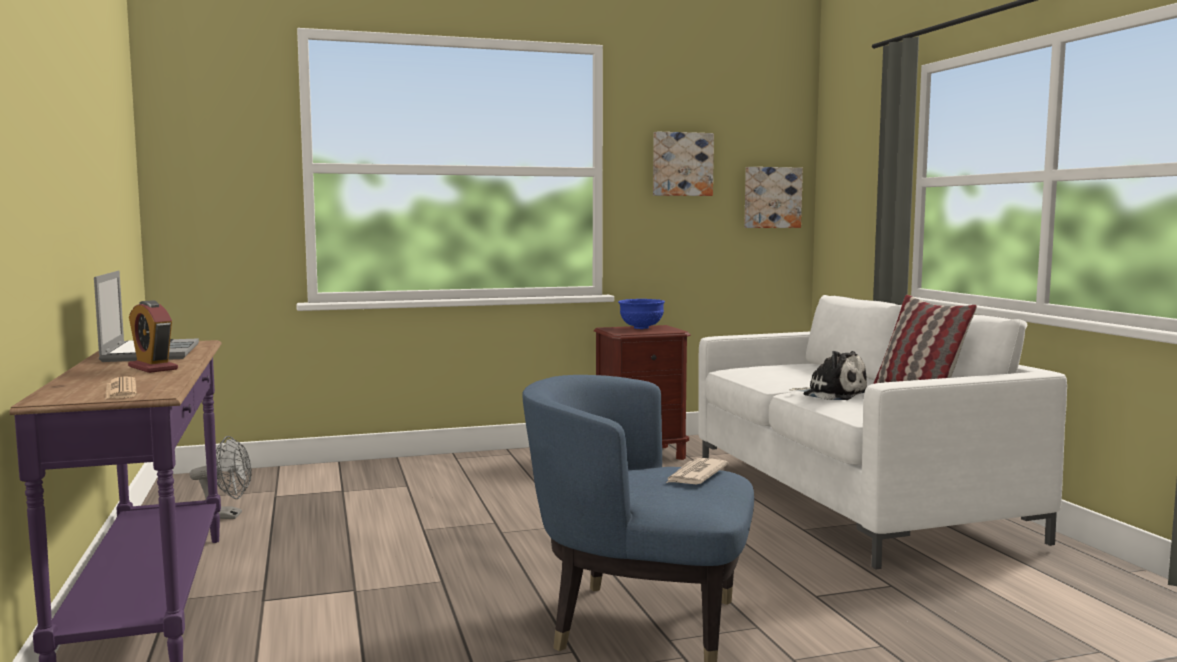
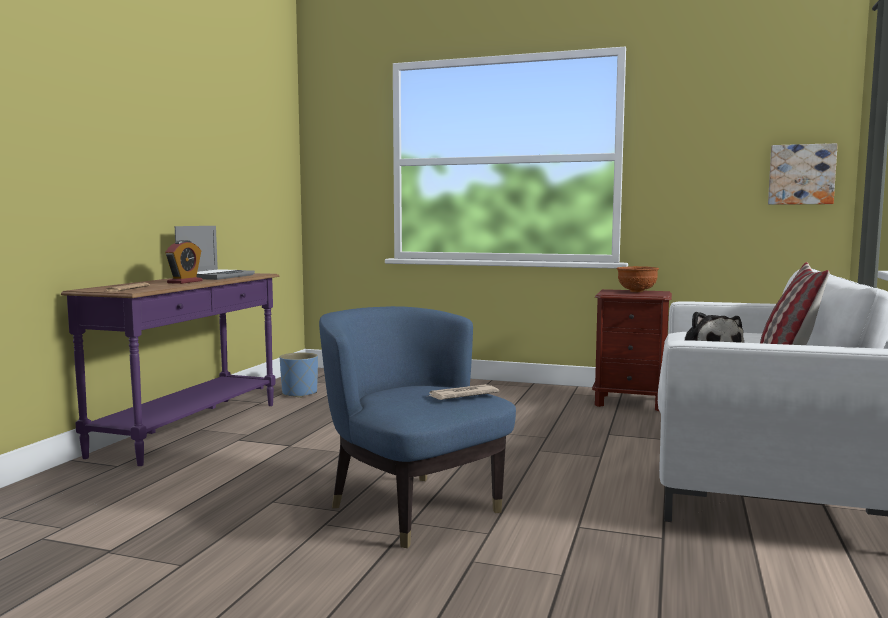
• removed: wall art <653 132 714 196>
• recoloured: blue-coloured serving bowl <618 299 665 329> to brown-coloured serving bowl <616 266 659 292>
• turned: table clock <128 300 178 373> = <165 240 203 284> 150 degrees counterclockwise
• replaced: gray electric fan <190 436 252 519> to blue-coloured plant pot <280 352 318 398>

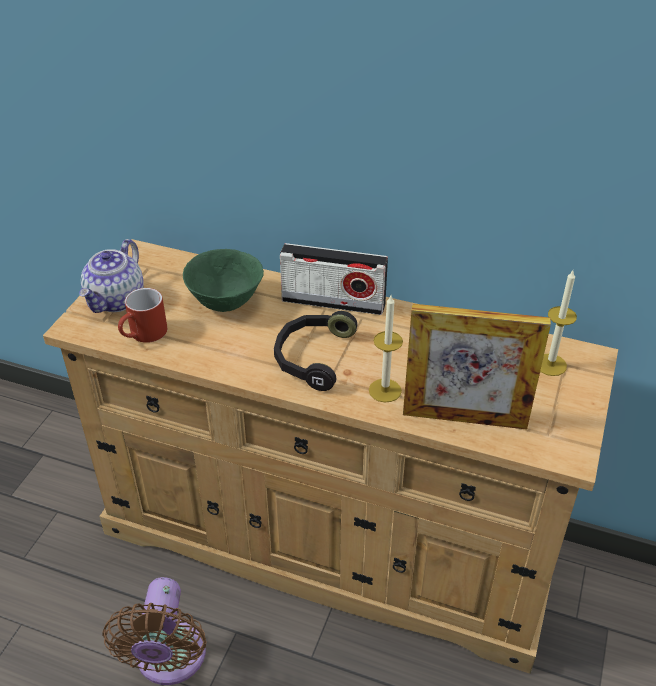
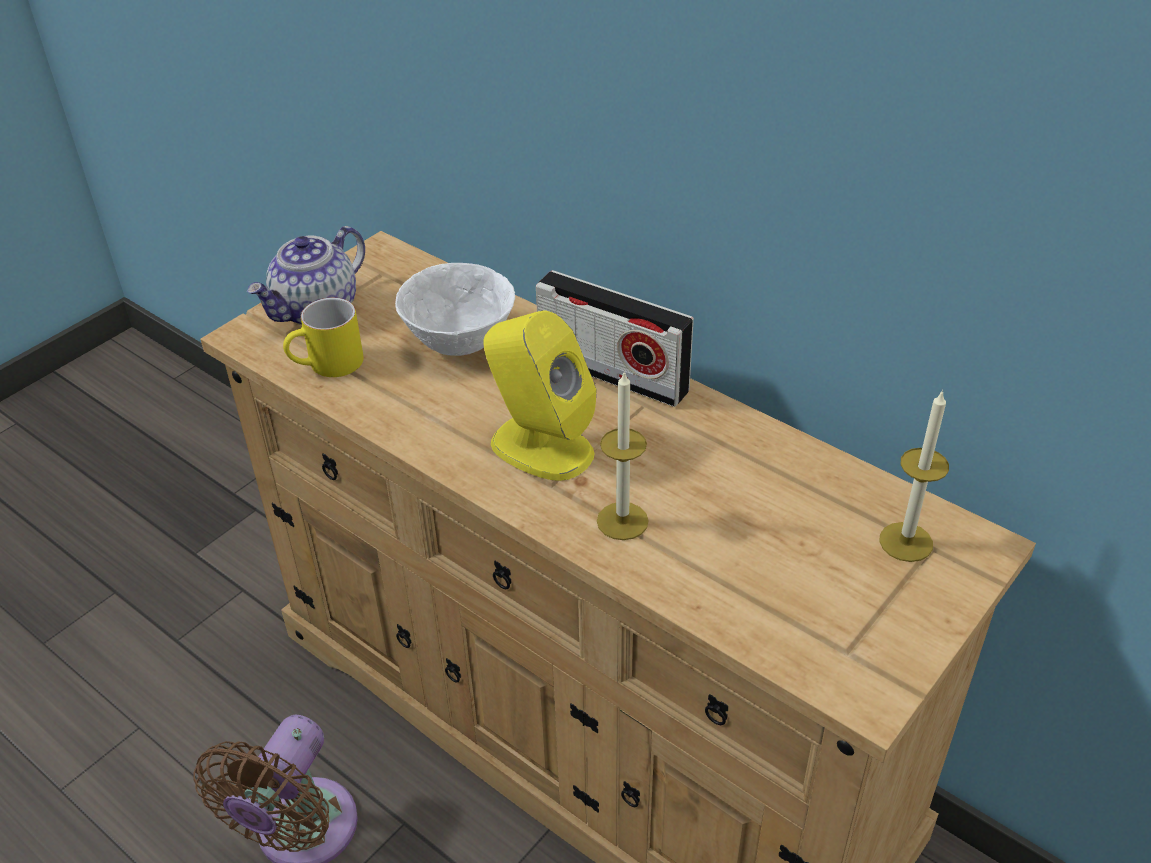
• recoloured: green-coloured serving bowl <183 249 264 312> to white-coloured serving bowl <395 263 515 356>
• recoloured: red-coloured tea mug <118 288 167 343> to yellow-coloured tea mug <283 298 364 377>
• removed: photo frame <403 304 551 430>
• replaced: blackish headset <274 311 358 391> to yellow-coloured audio speaker <484 311 597 481>

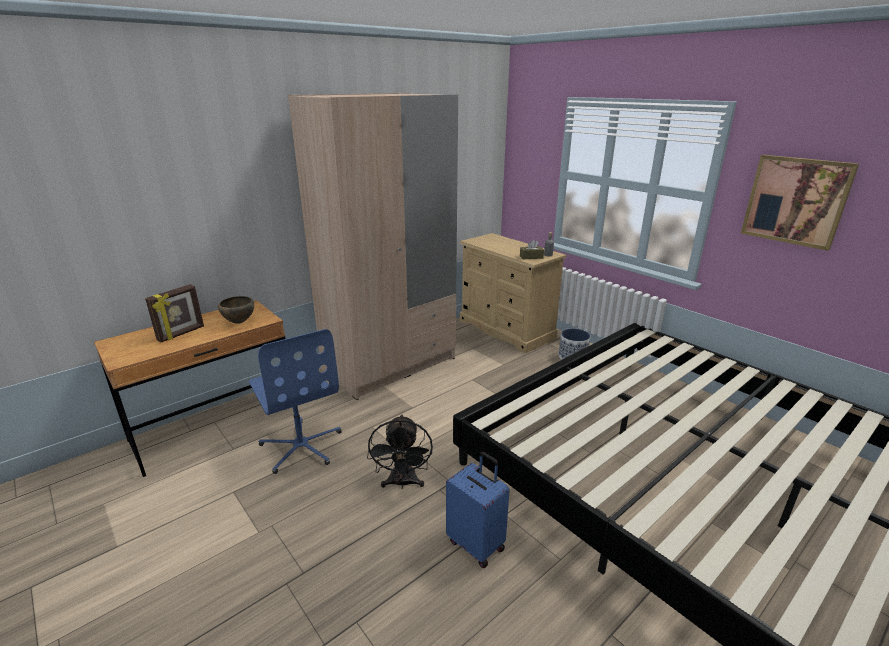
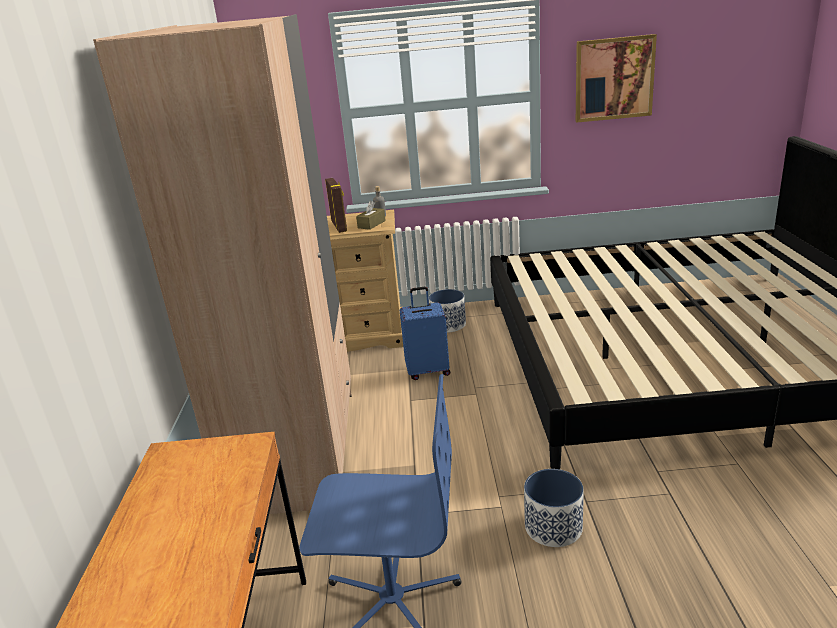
• moved: photo frame <145 284 204 343> to <325 178 347 233>
• removed: brown-coloured serving bowl <218 296 254 324>
• replaced: blackish electric fan <367 414 433 489> to plant pot <524 469 584 547>
• moved: blue-coloured travel case <446 452 510 568> to <400 287 450 380>

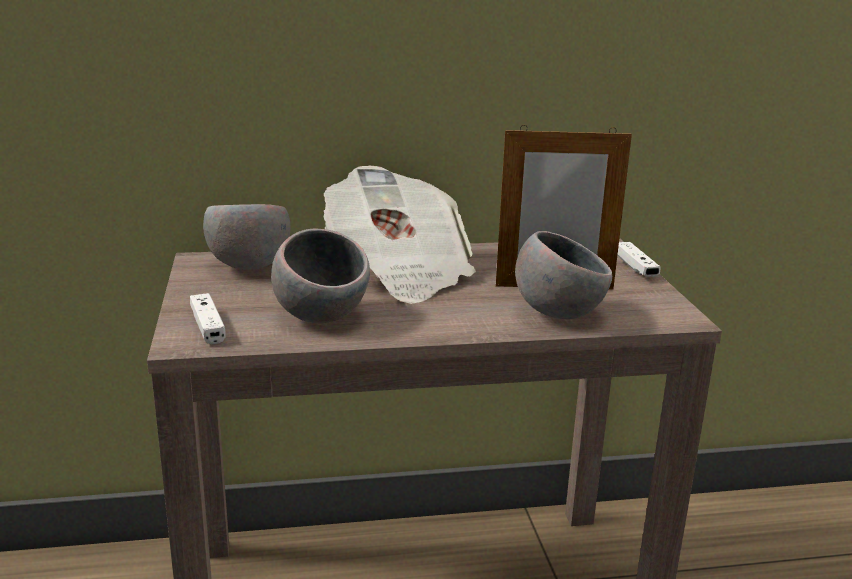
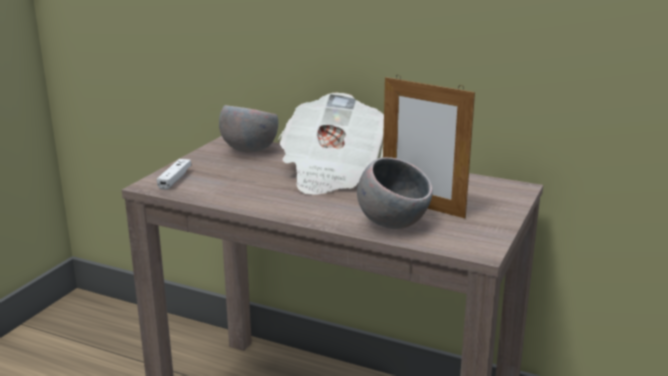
• removed: gray serving bowl <271 229 370 323>
• removed: white-coloured gamepad <617 242 661 277>

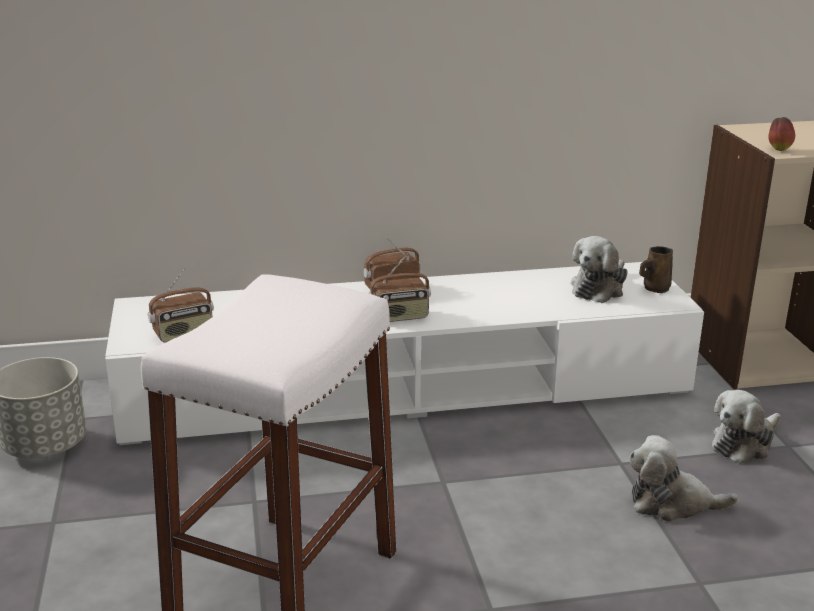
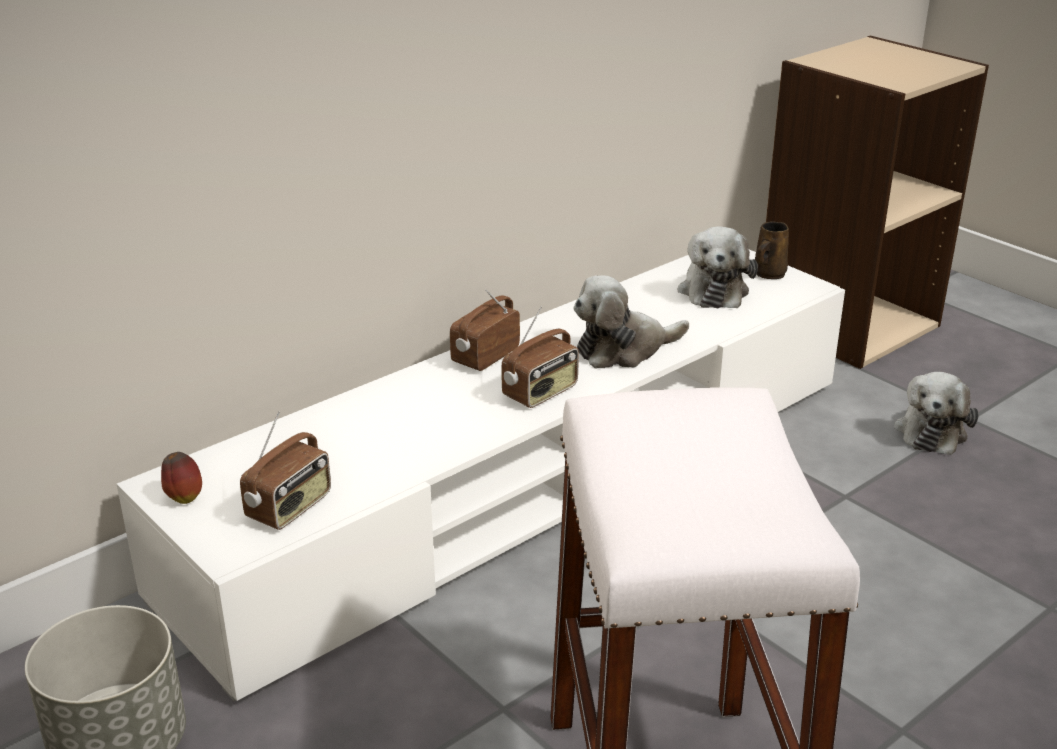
• moved: apple <768 117 795 151> to <161 452 202 504>
• moved: plush toy <629 435 739 522> to <573 275 689 369>

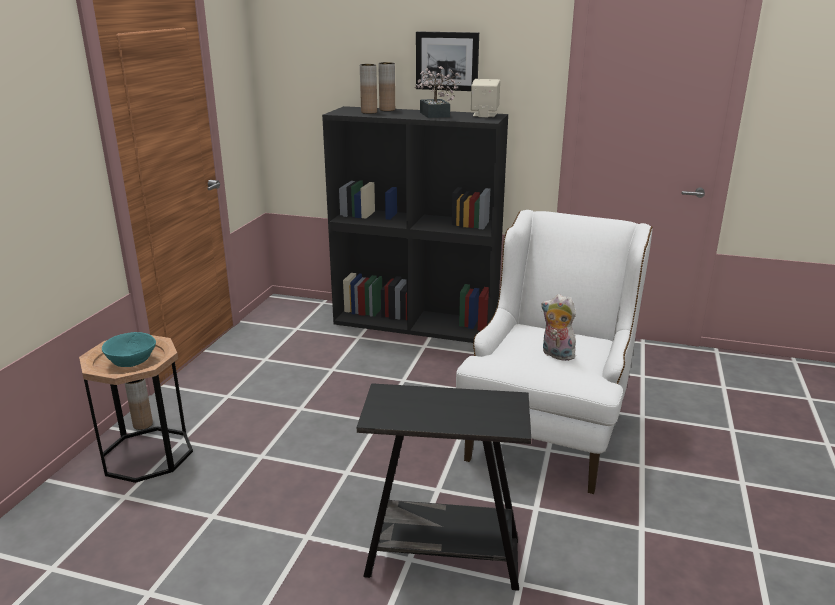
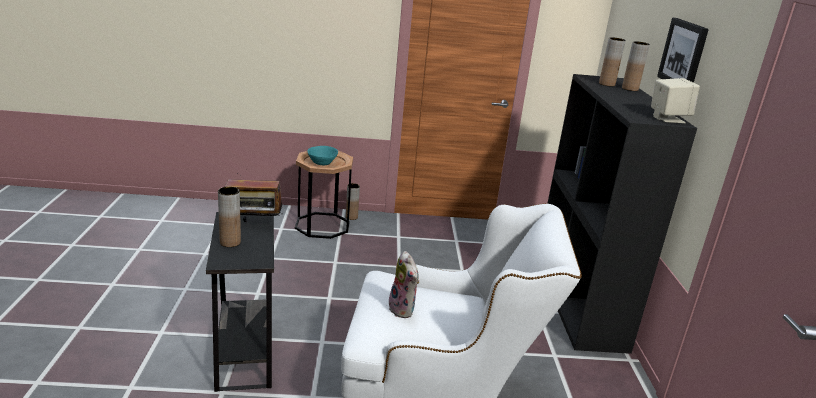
• removed: houseplant <415 66 461 118>
• turned: plush toy <541 294 576 361> = <389 251 419 318> 135 degrees clockwise
• added: radio <225 173 283 222>
• added: brown-coloured vase <218 187 241 247>

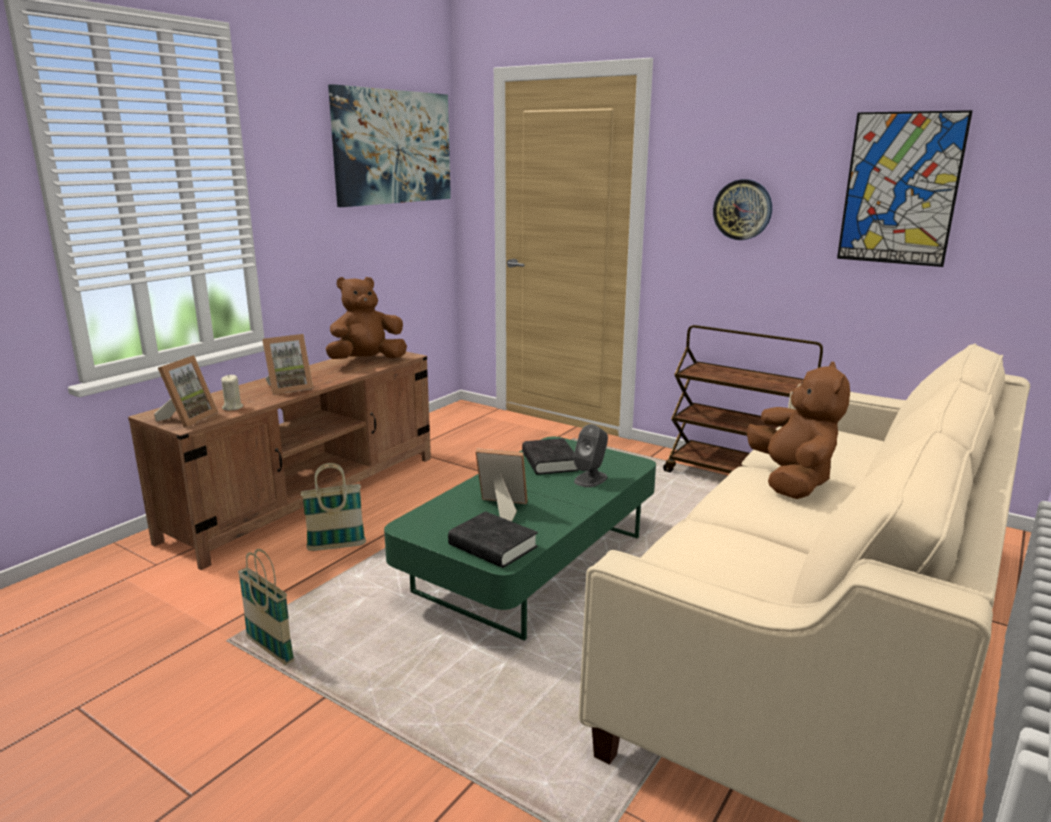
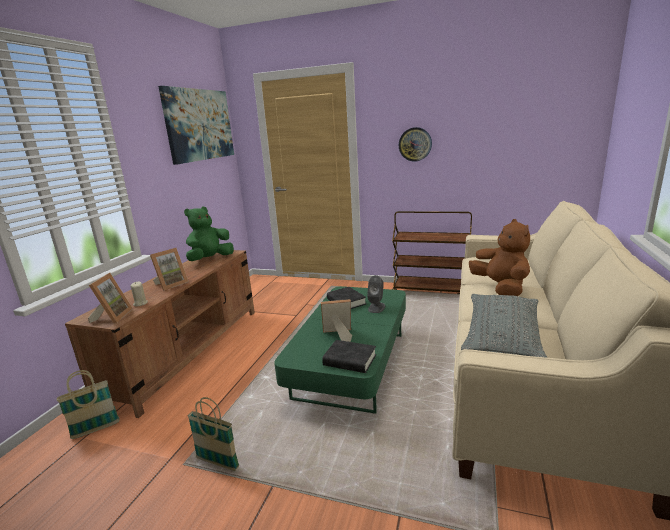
• removed: wall art <837 110 973 267>
• recoloured: brown-coloured plush toy <325 277 407 359> to green-coloured plush toy <184 207 234 261>
• moved: household basket <301 463 366 551> to <57 370 120 439>
• added: gray pillow <461 294 548 358>

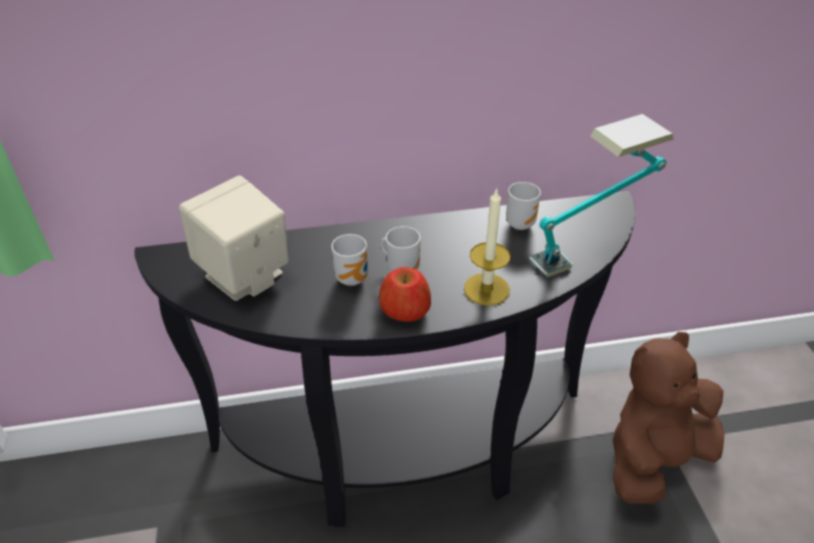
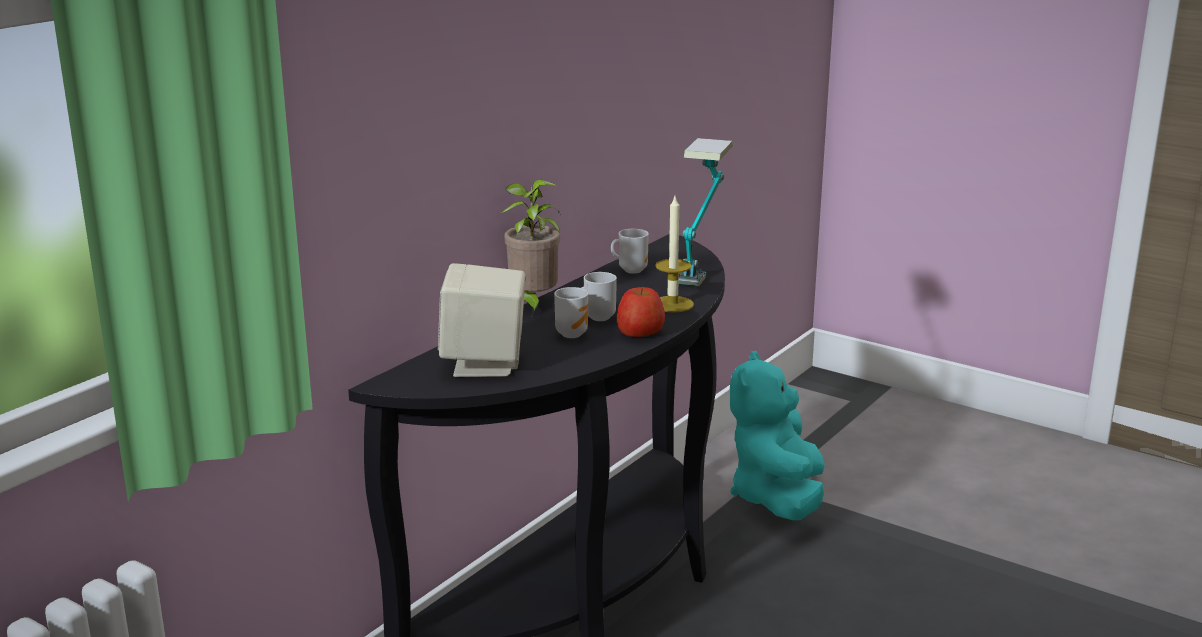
• recoloured: brown-coloured plush toy <613 332 724 504> to blue-green plush toy <730 351 825 520>
• added: houseplant <501 179 561 315>

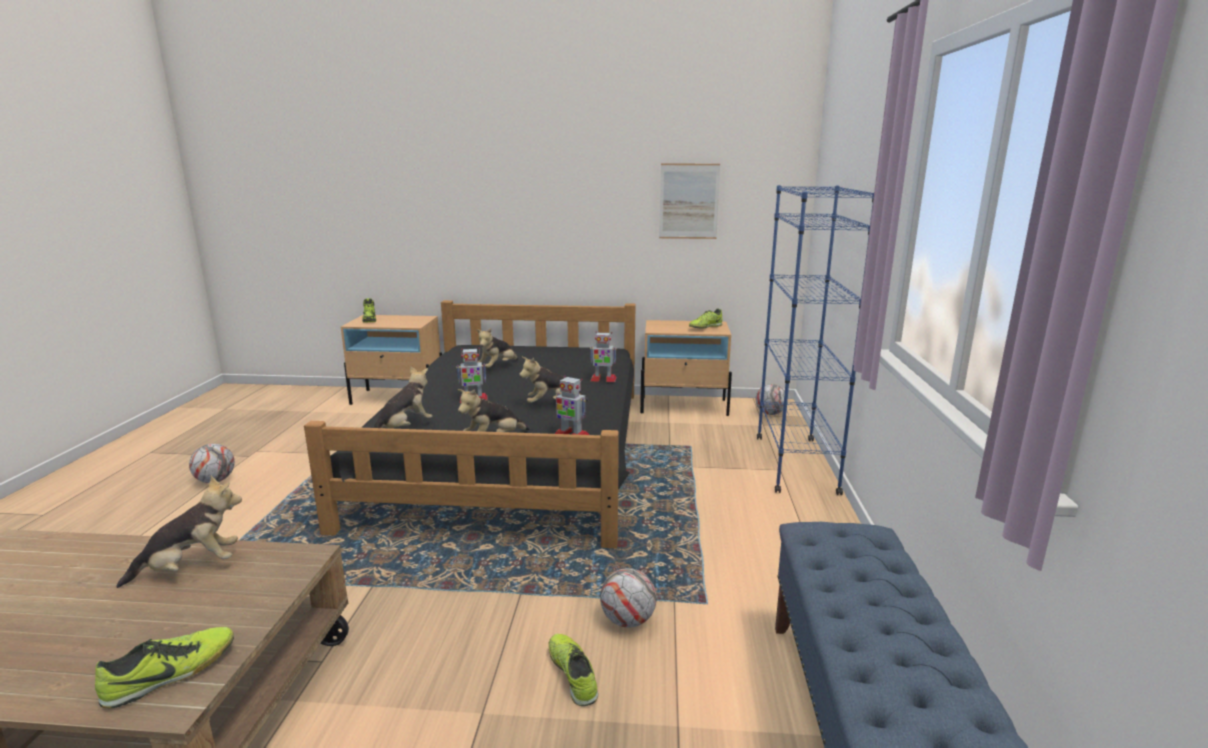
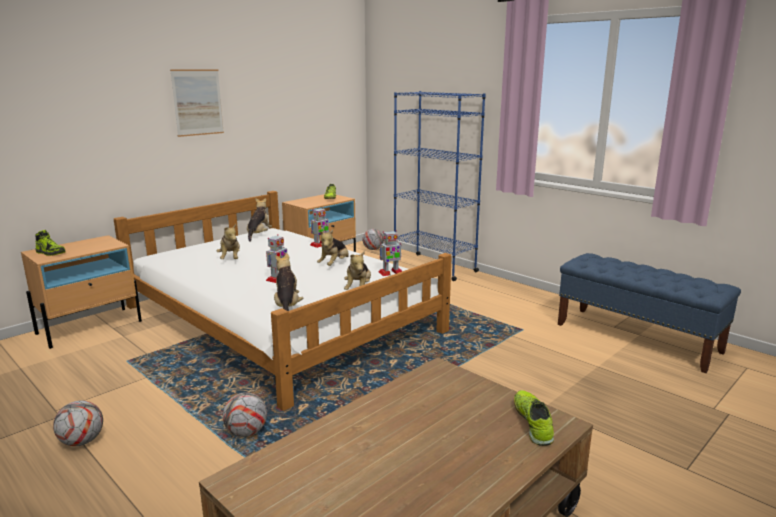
• moved: wall art <659 164 720 239> to <170 69 224 137>
• recoloured: blackish sleeping bed <304 300 636 548> to white-coloured sleeping bed <114 191 452 411>
• moved: plush toy <116 476 242 588> to <247 198 272 242>
• moved: football ball <600 568 657 628> to <223 392 267 437>
• removed: low shoe <548 634 598 706>

